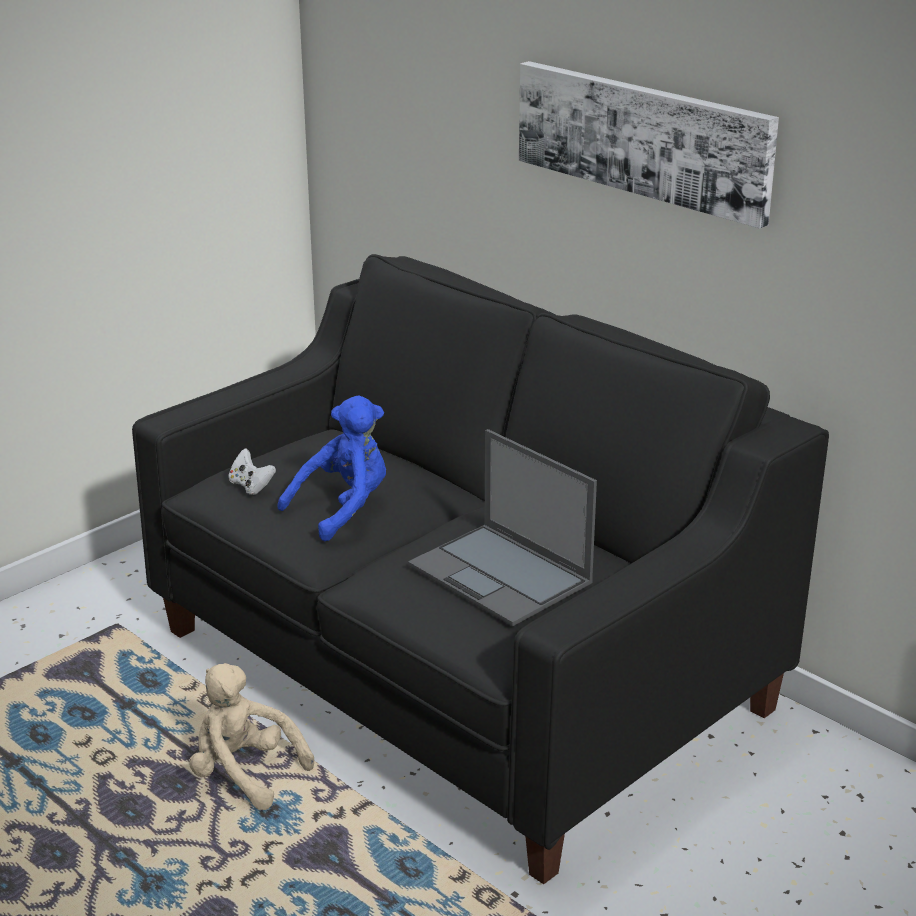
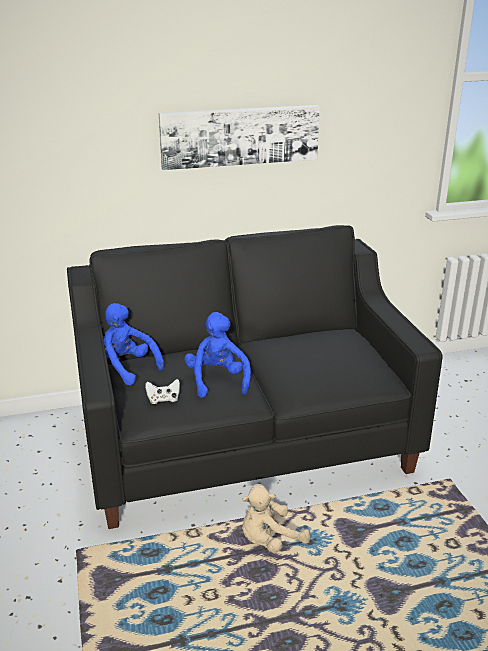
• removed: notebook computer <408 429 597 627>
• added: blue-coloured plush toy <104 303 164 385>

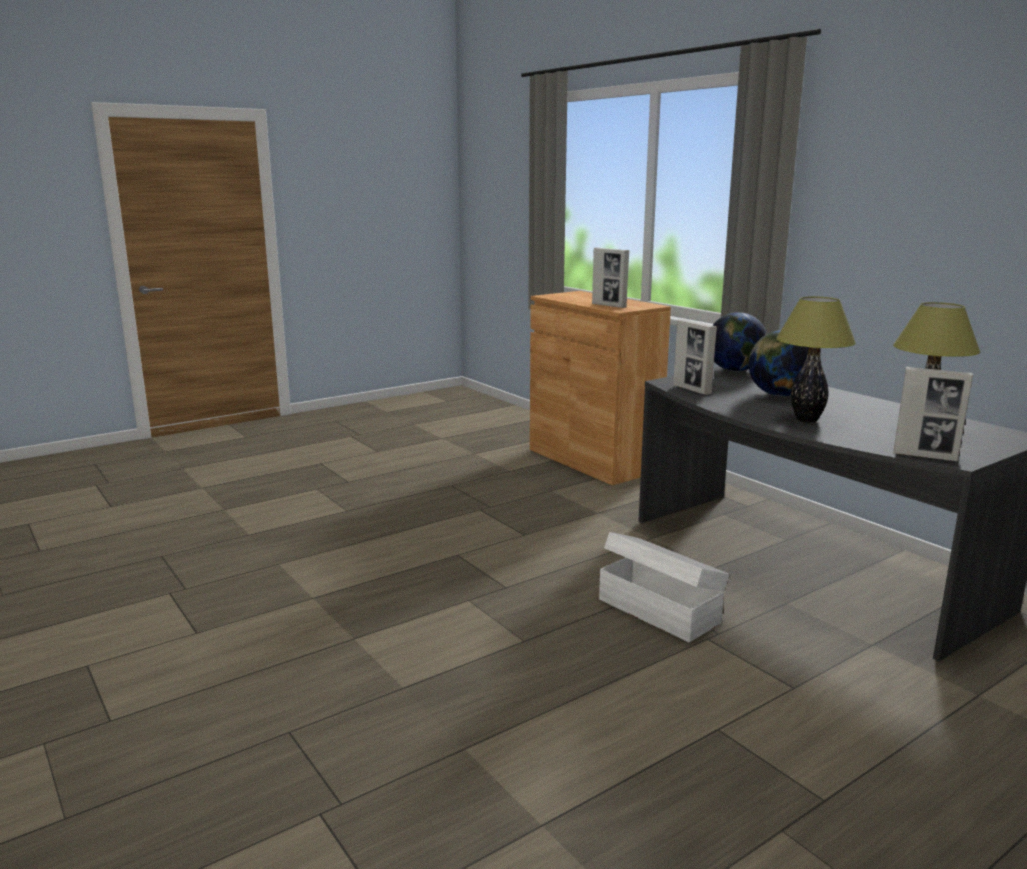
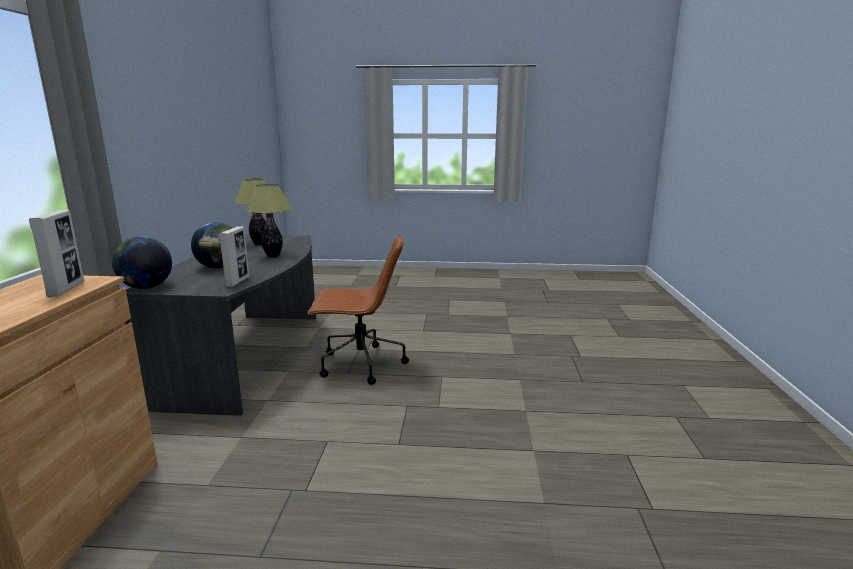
• removed: photo frame <893 367 973 462>
• replaced: white-coloured storage bin <599 532 729 642> to brown-coloured desk chair <308 235 409 385>

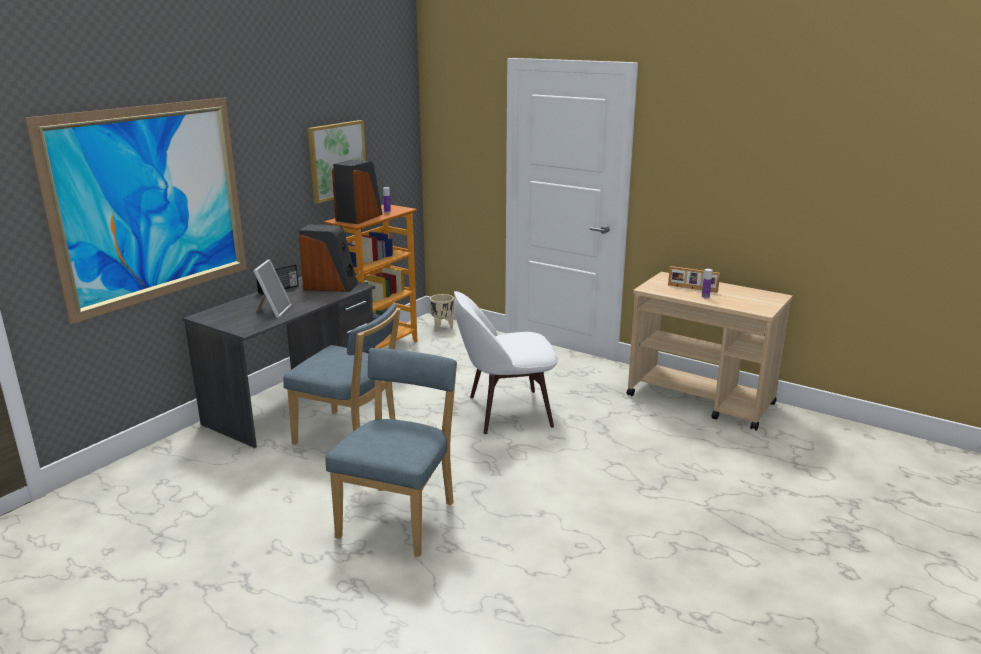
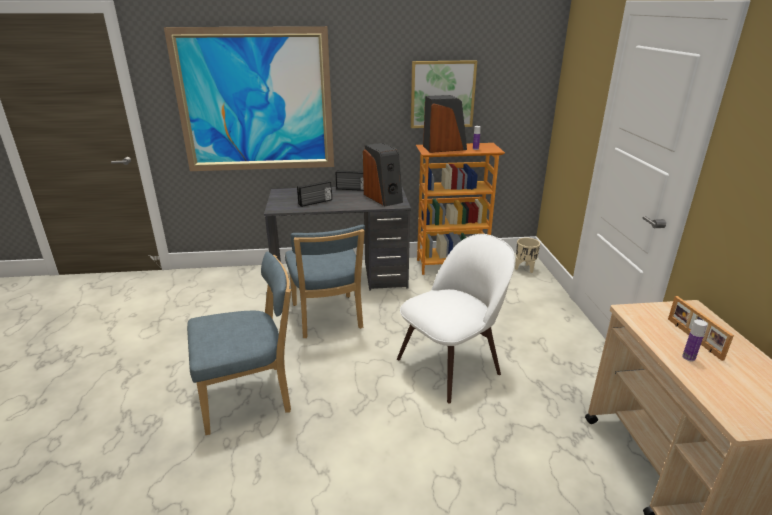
• replaced: photo frame <253 259 292 318> to radio <297 180 332 207>
• turned: white-coloured upright chair <454 291 559 434> = <397 234 515 403> 105 degrees clockwise

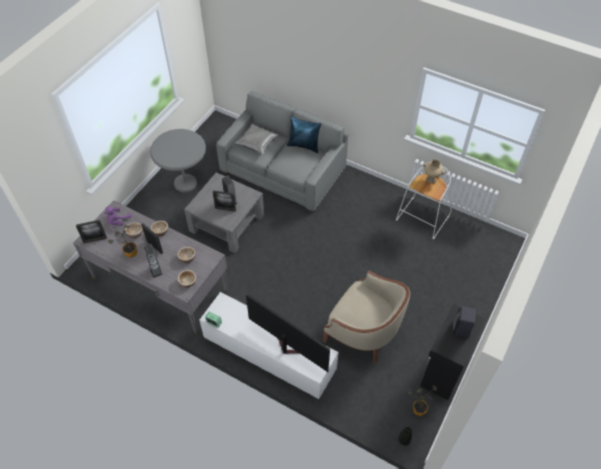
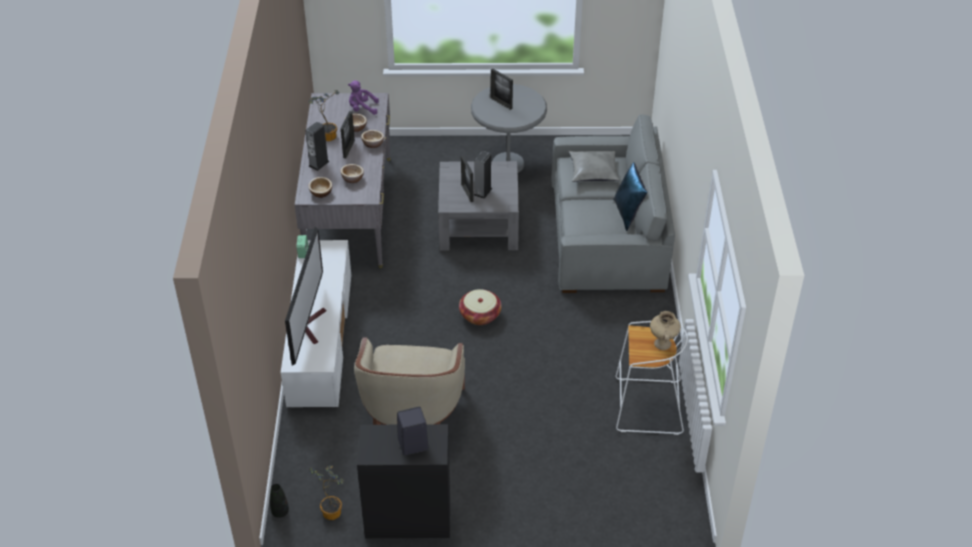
• moved: photo frame <76 220 107 244> to <491 68 513 110>
• added: household basket <459 289 502 325>

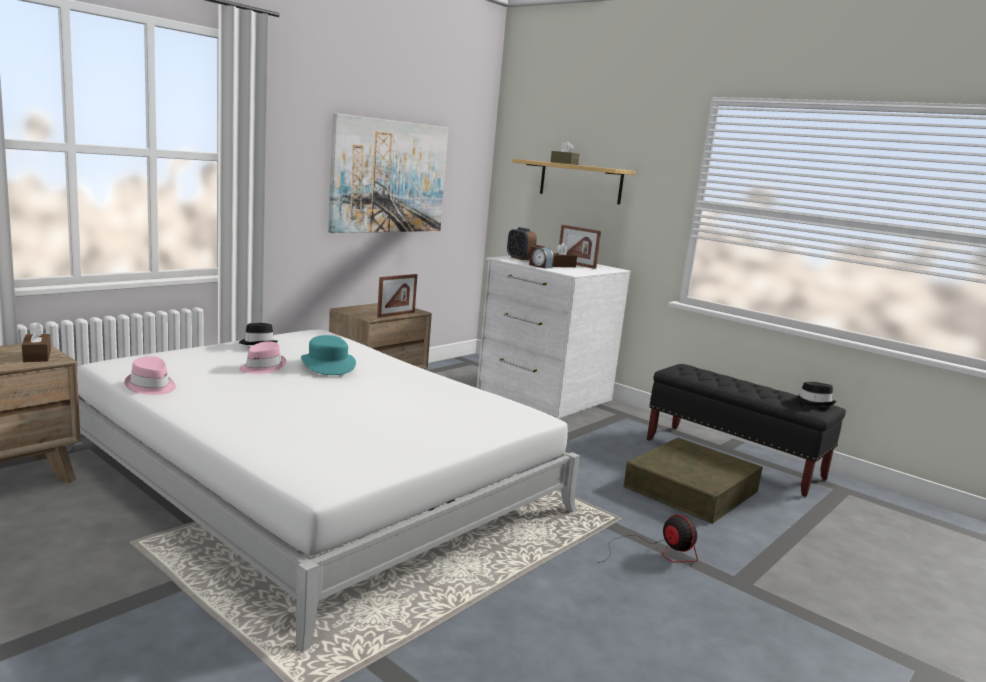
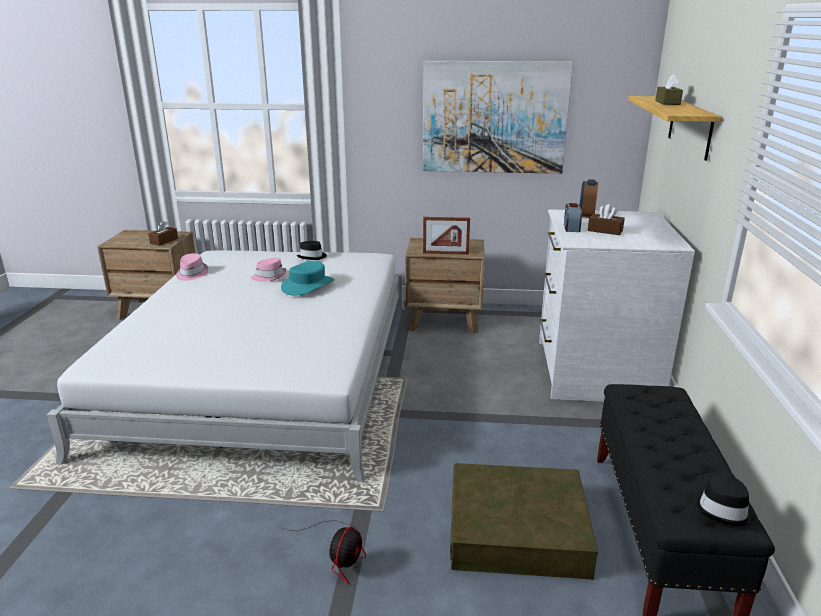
• removed: photo frame <559 225 601 269>

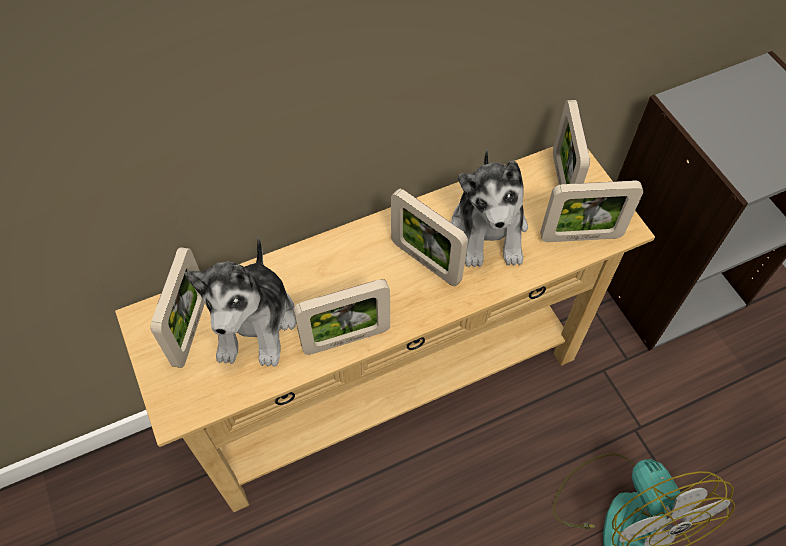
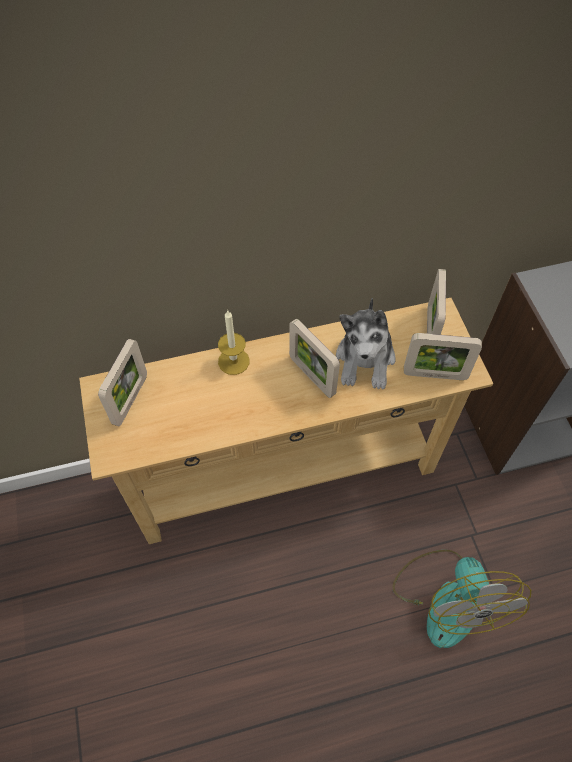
• removed: plush toy <185 237 296 367>
• removed: photo frame <293 279 390 355>
• added: candle <218 311 250 375>

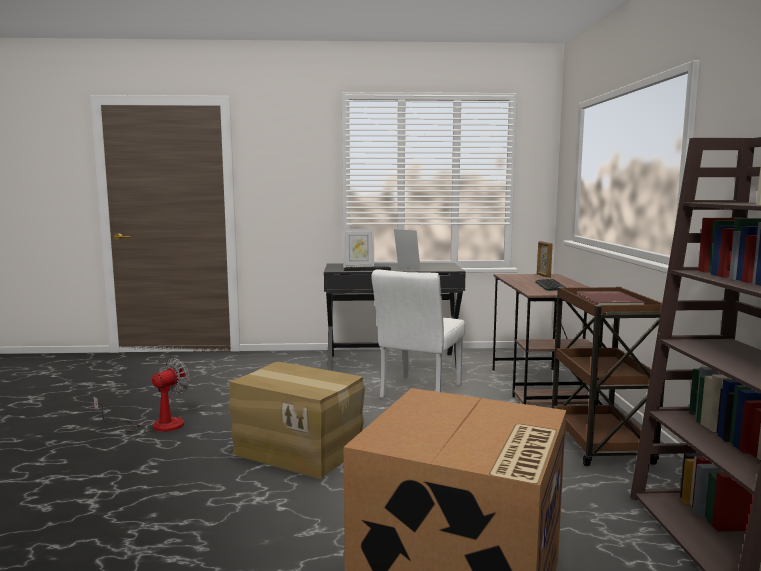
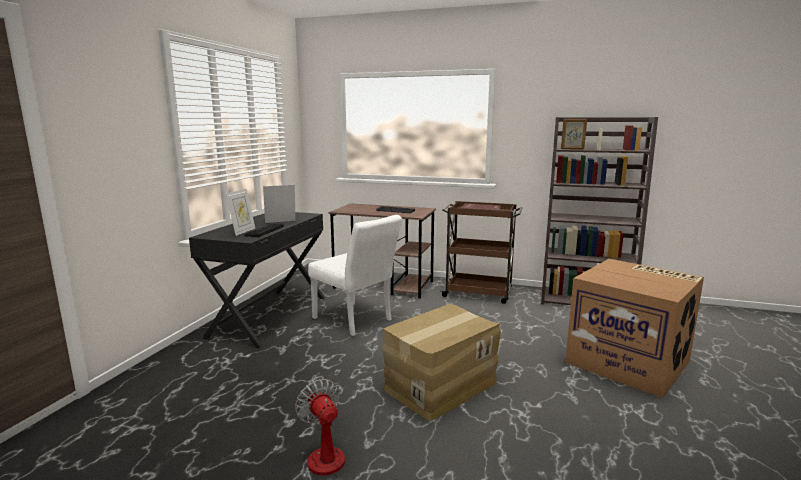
• moved: photo frame <537 241 553 278> to <561 119 587 149>

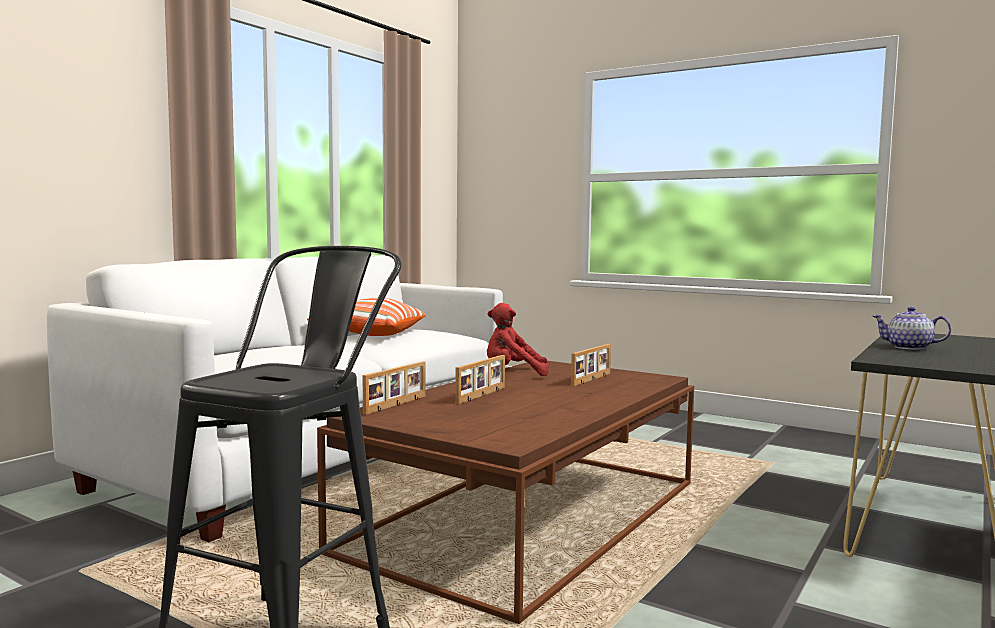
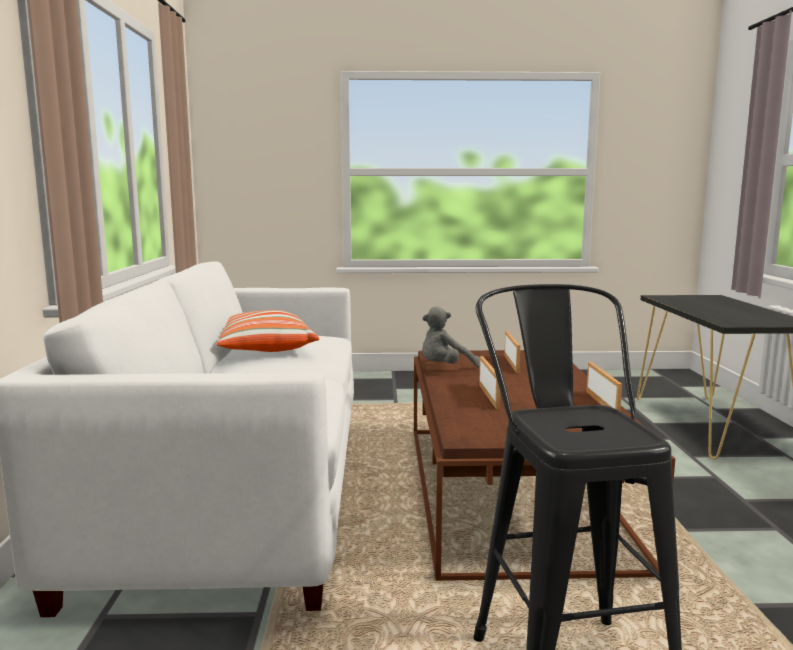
• recoloured: red-coloured plush toy <487 303 549 376> to gray plush toy <422 306 480 368>
• removed: pot for tea <873 307 951 350>
• moved: photo frame <363 361 426 415> to <586 362 622 412>

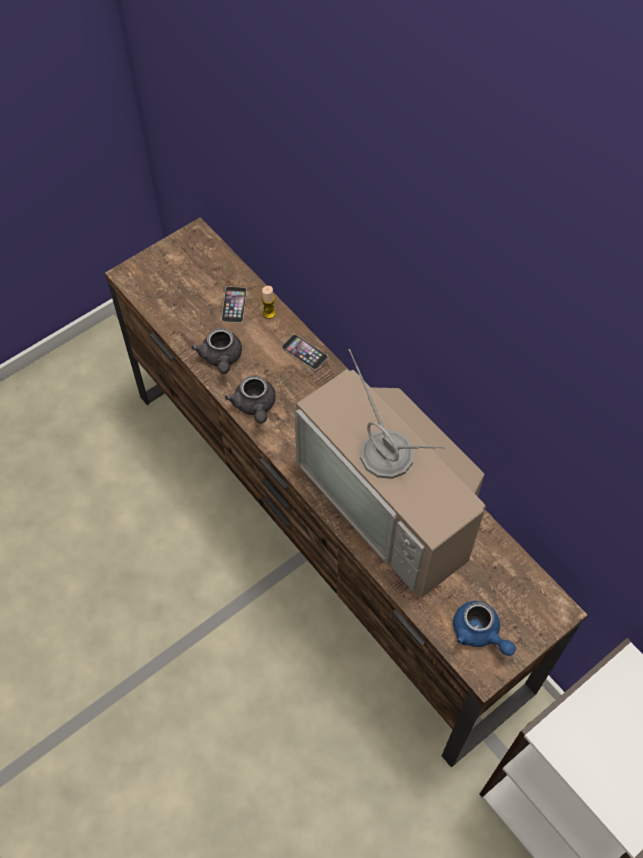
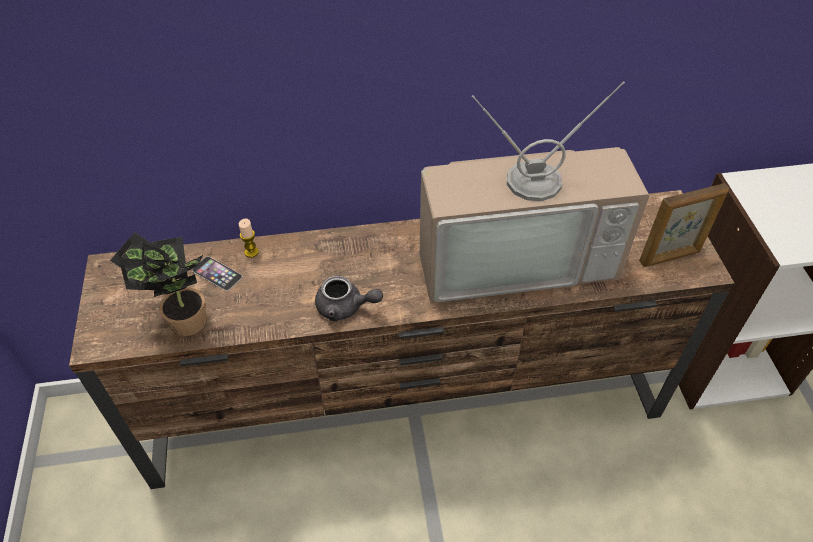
• removed: gray pot for tea <191 328 242 374>
• removed: telephone <282 334 328 370>
• replaced: blue-coloured pot for tea <453 601 516 656> to photo frame <639 183 729 267>
• added: houseplant <110 232 207 336>

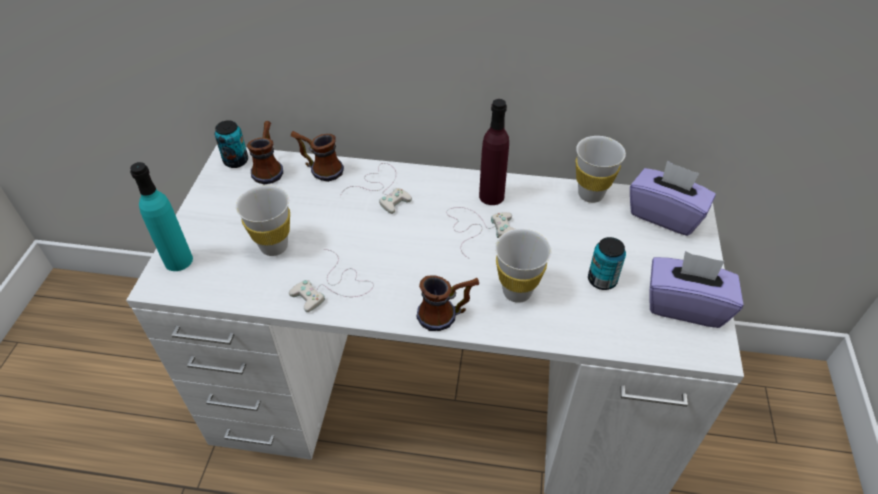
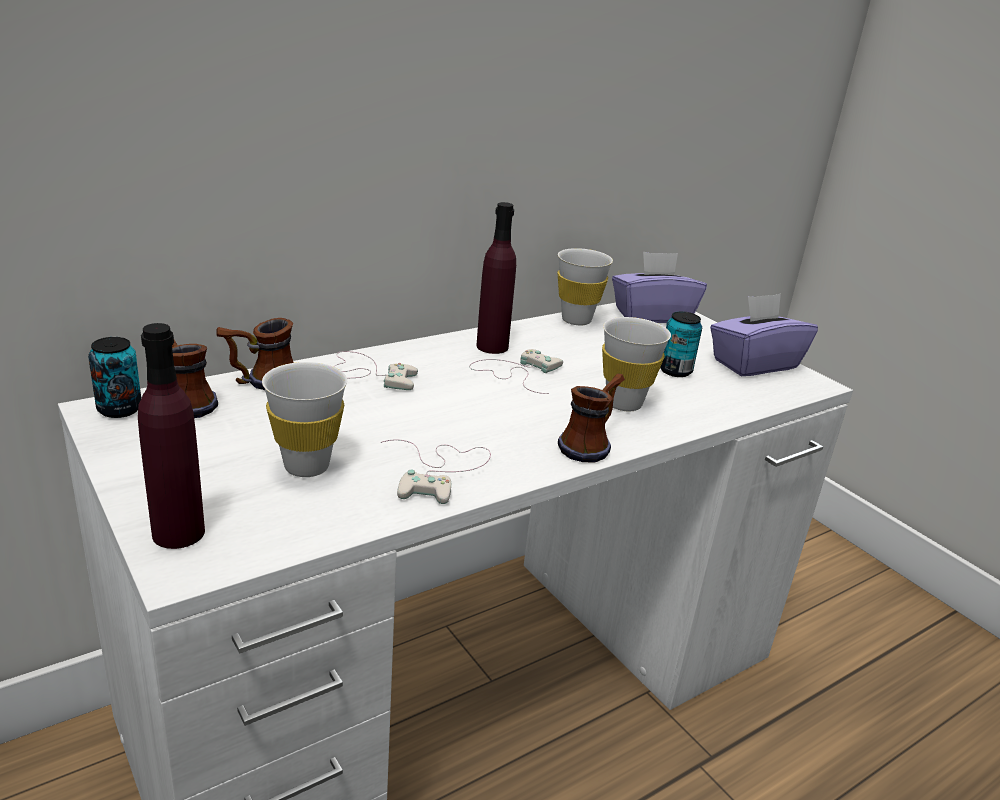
• recoloured: blue-green beverage bottle <130 162 193 271> to purplish beverage bottle <138 323 205 549>

